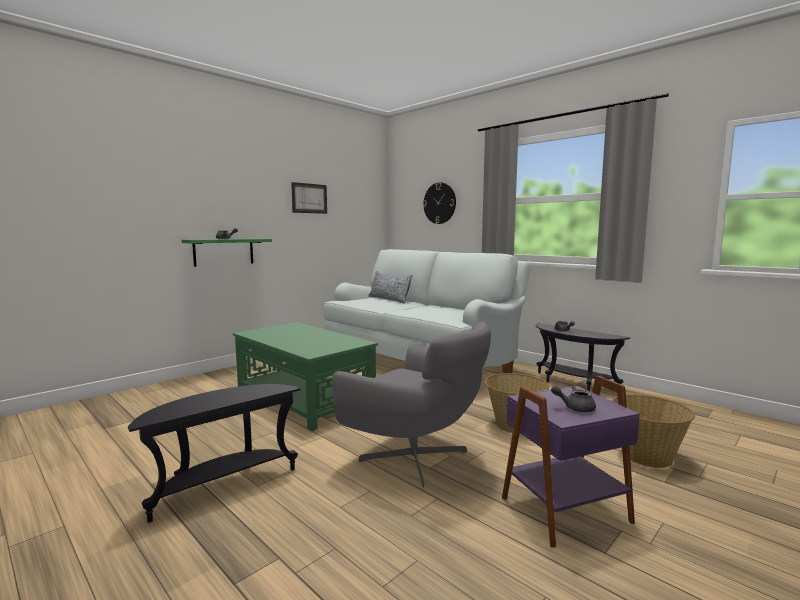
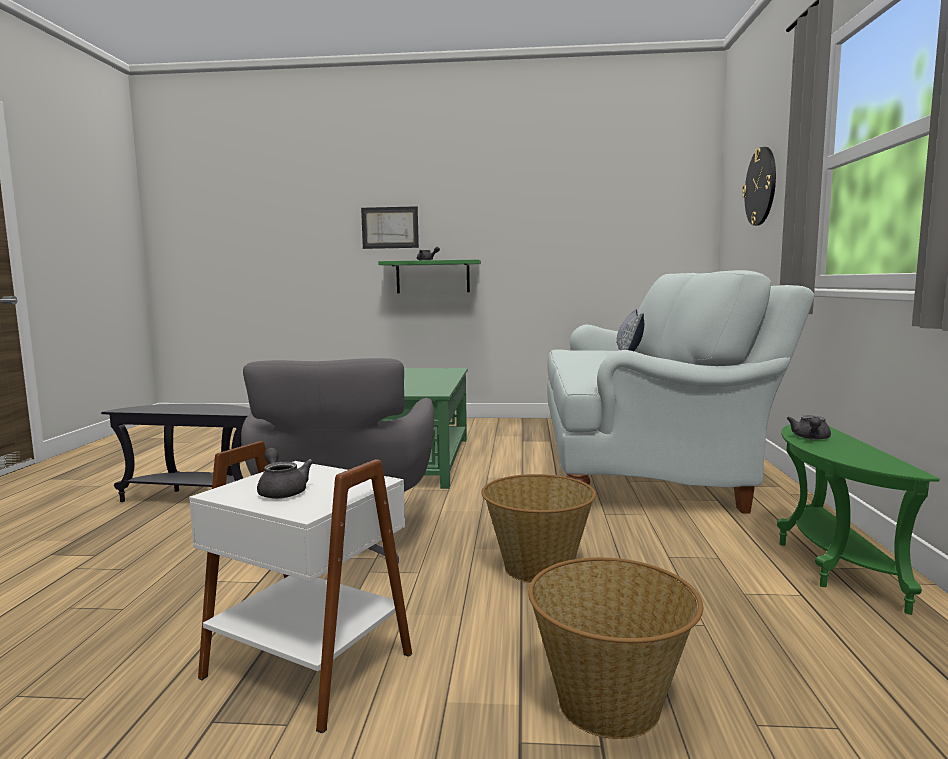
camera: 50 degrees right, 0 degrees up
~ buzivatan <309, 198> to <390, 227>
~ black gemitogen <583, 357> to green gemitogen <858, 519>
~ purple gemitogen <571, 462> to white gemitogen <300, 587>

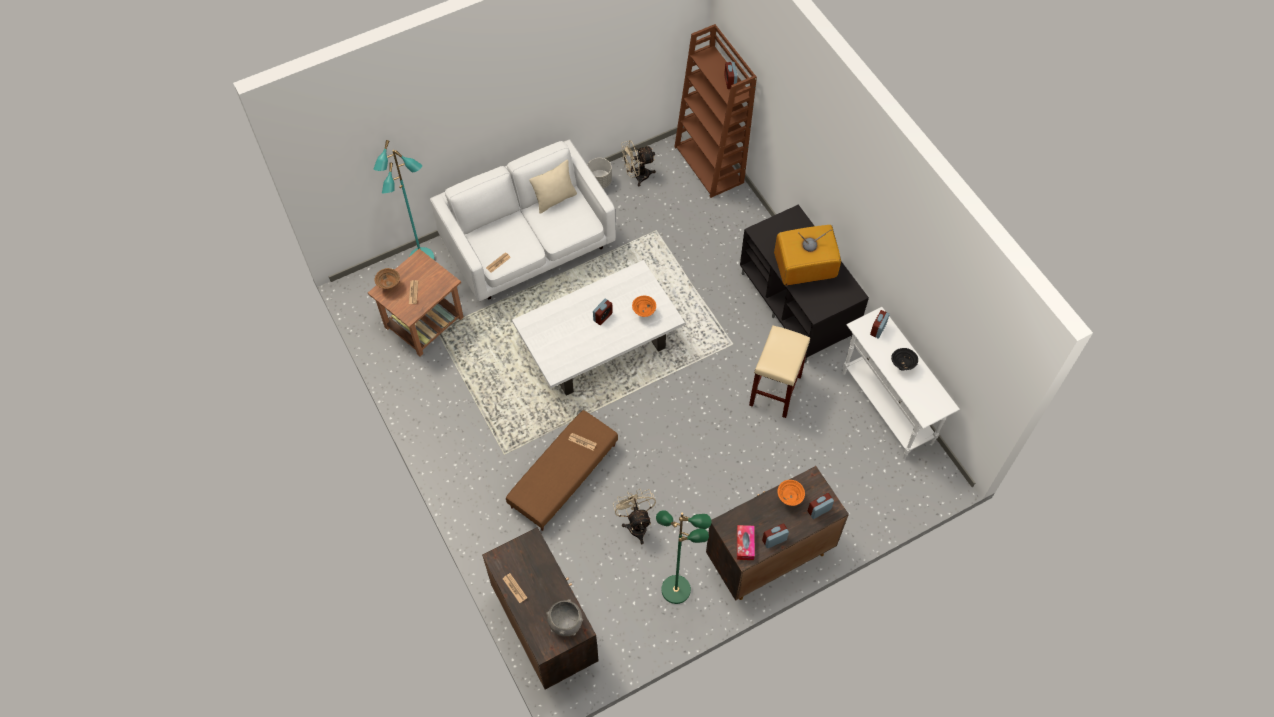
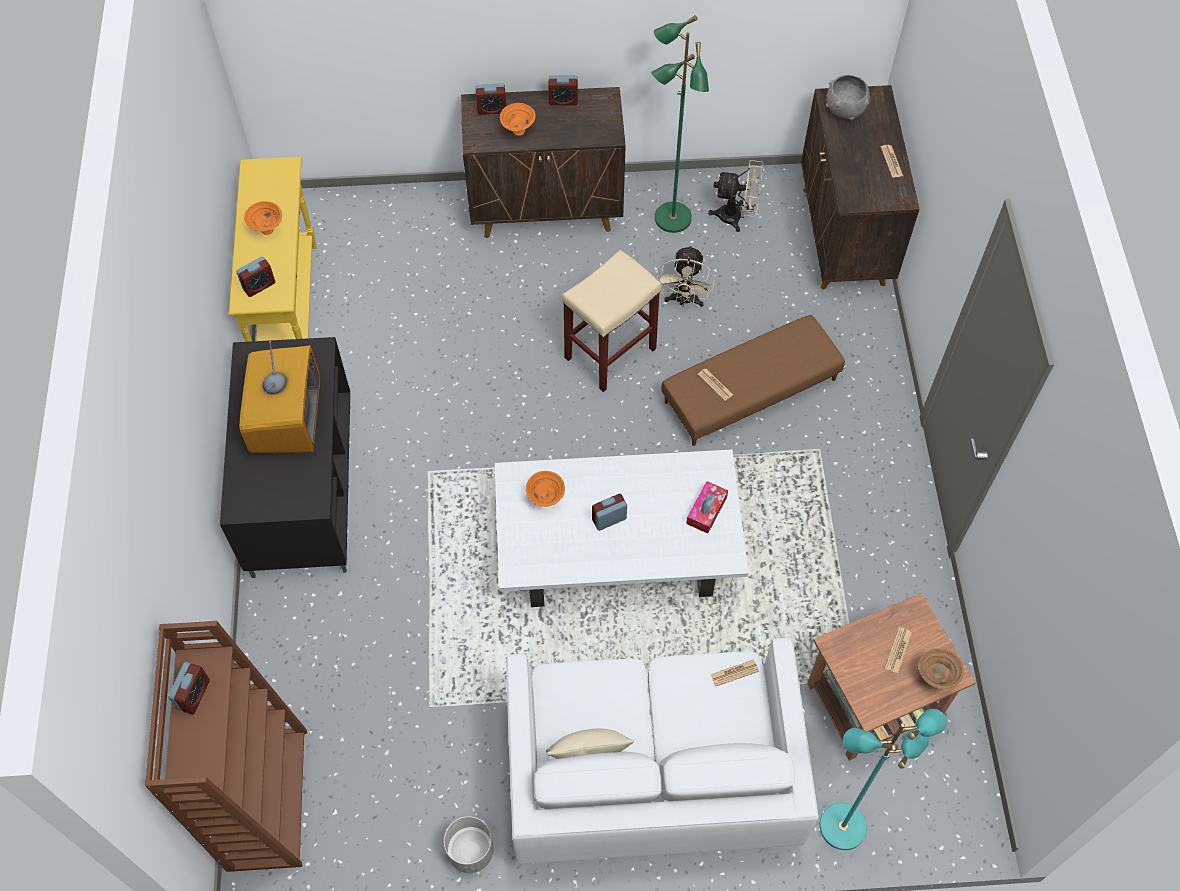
camera: 155 degrees left, 0 degrees up
~ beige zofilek <638, 163> to <735, 196>
~ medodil <807, 255> = <279, 397> 105 degrees counterclockwise
~ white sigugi <901, 383> to yellow sigugi <273, 249>
~ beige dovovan <779, 371> to <612, 321>
~ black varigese <904, 359> to orange varigese <263, 218>
~ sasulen <746, 542> to <707, 507>

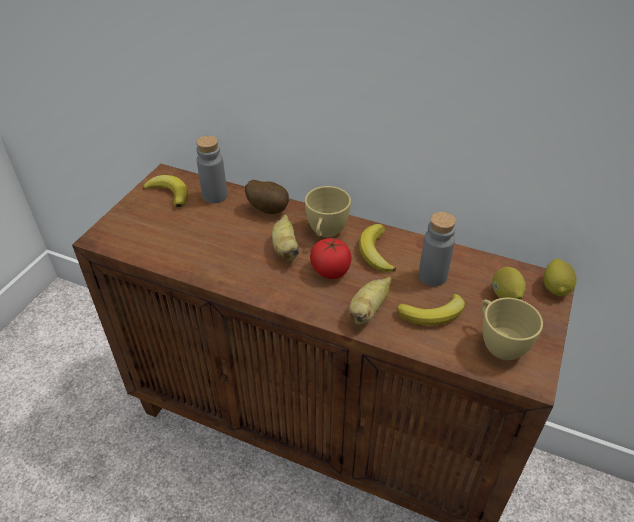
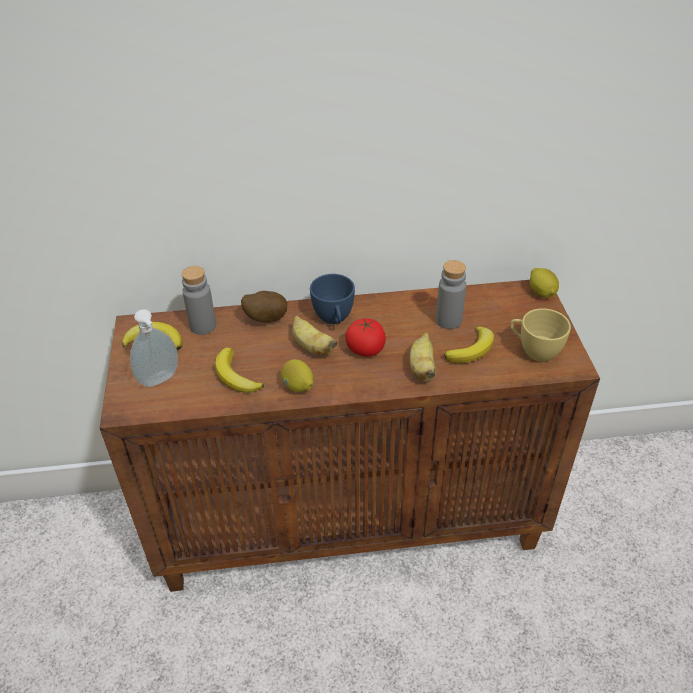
camera: 30 degrees left, 0 degrees up
~ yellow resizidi <328, 211> to blue resizidi <332, 299>
~ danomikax <377, 248> to <239, 370>
~ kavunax <509, 283> to <297, 375>
+ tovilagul <154, 348>

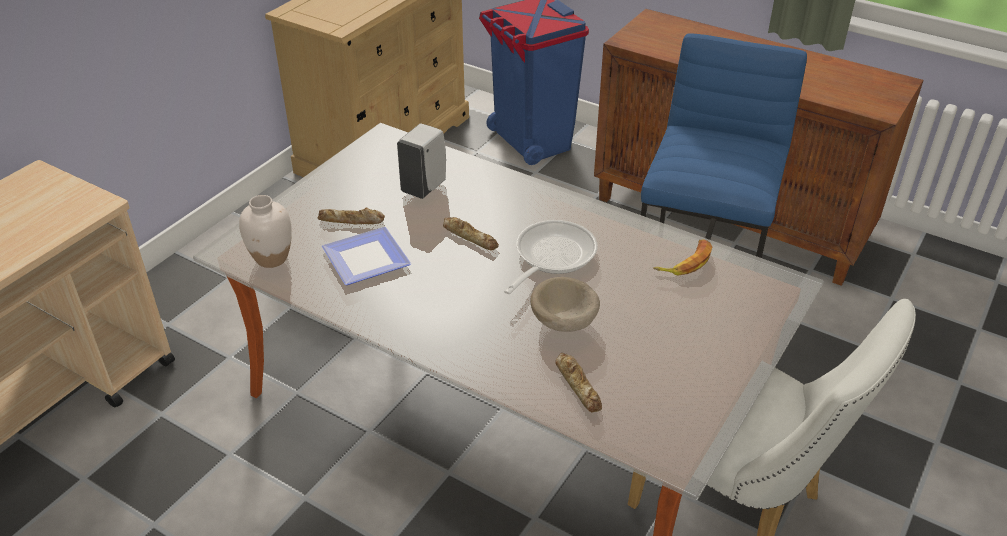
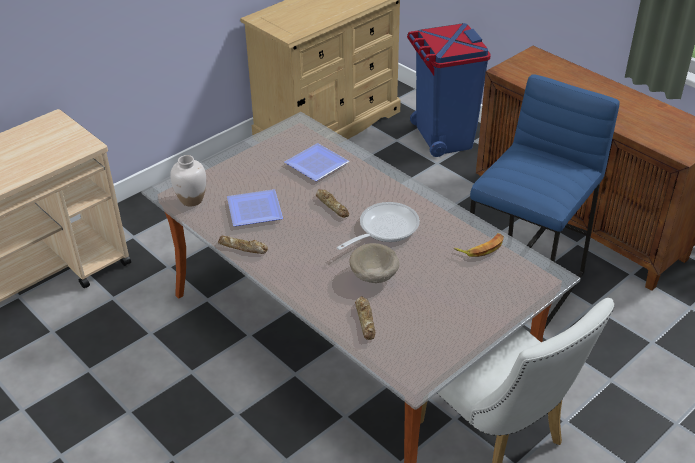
camera: 15 degrees right, 0 degrees up
~ white tovilagul <421, 161> to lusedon <317, 162>
~ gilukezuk <351, 215> to <243, 245>

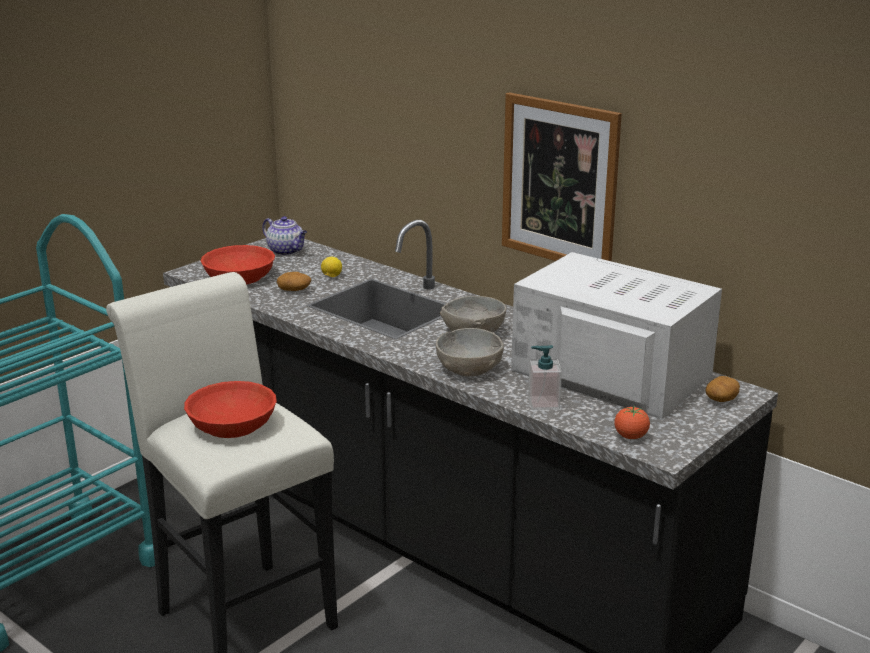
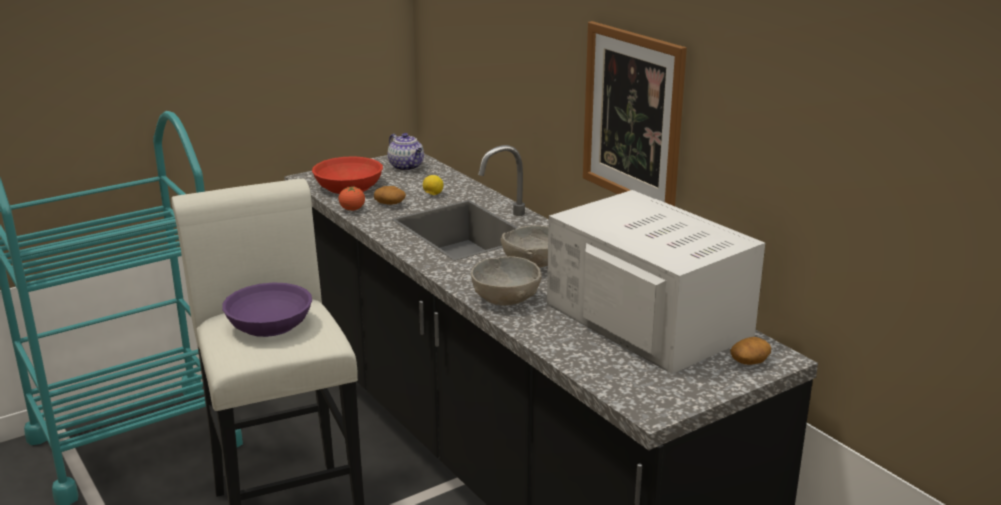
camera: 15 degrees right, 0 degrees up
- tovilagul <545, 377>
~ red varigese <230, 409> to purple varigese <267, 310>
~ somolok <632, 422> to <352, 198>

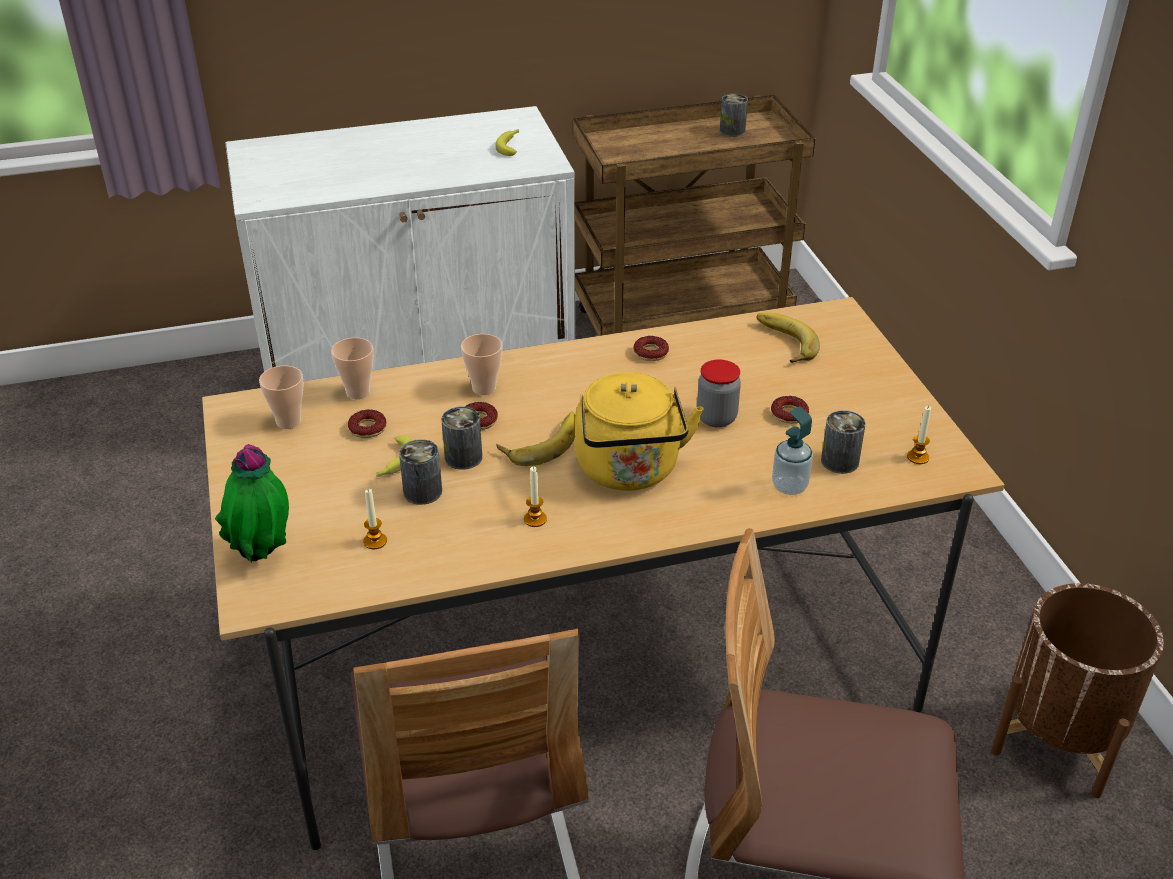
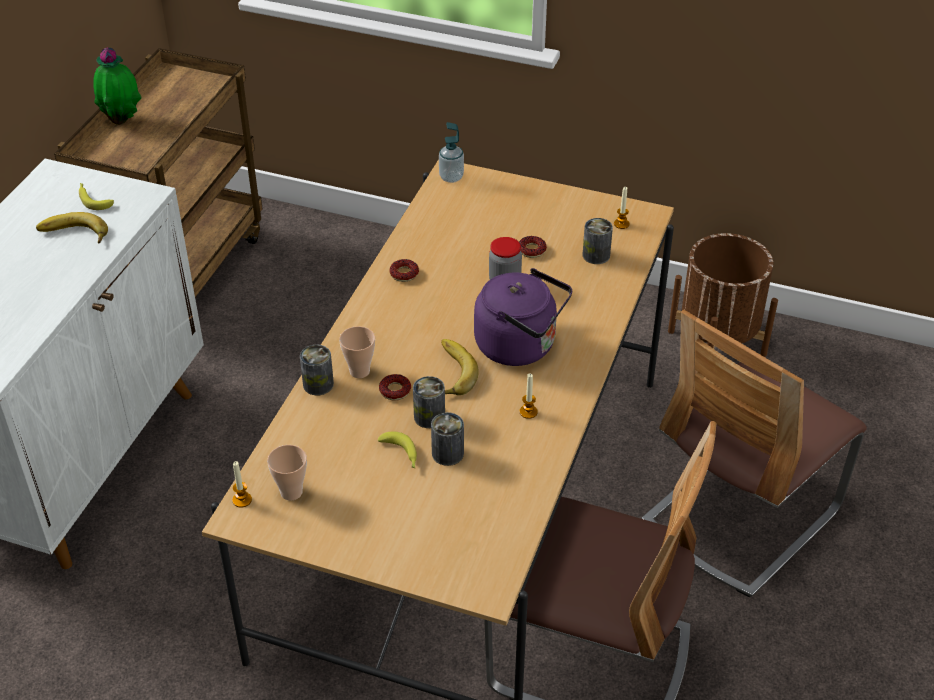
camera: 55 degrees left, 5 degrees up
~ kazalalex <734, 115> to <317, 370>
~ danomikax <788, 338> to <72, 227>
- resizidi <352, 368>
~ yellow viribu <639, 431> to purple viribu <523, 317>
~ tovilagul <792, 450> to <451, 152>
- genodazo <367, 424>
~ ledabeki <252, 503> to <117, 86>
~ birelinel <375, 519> to <242, 484>

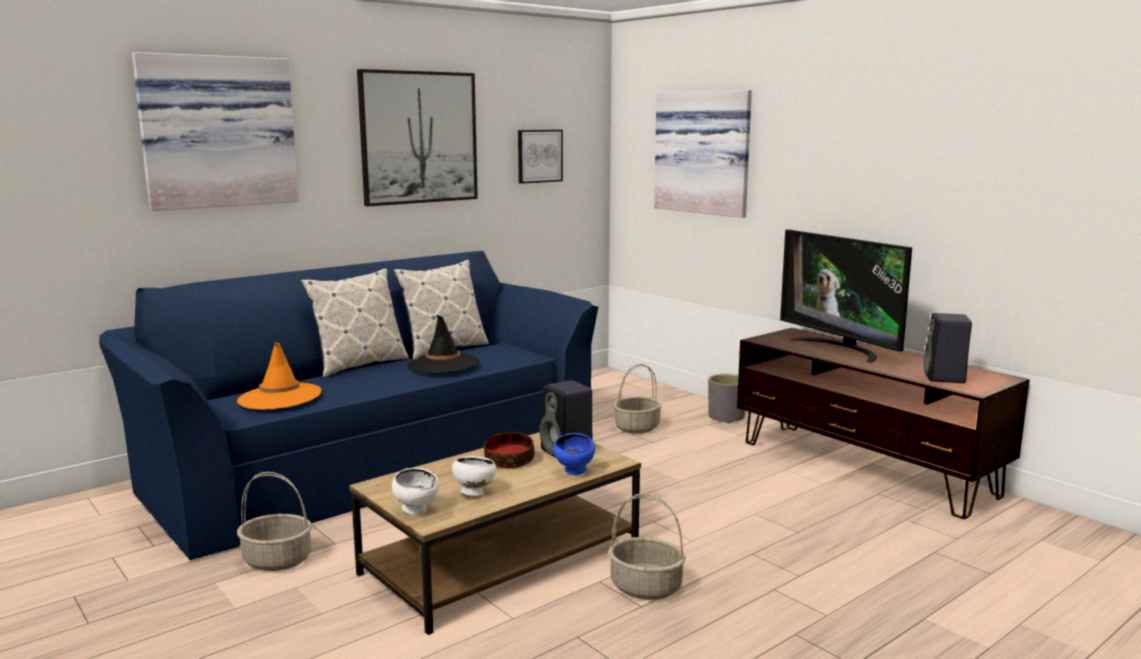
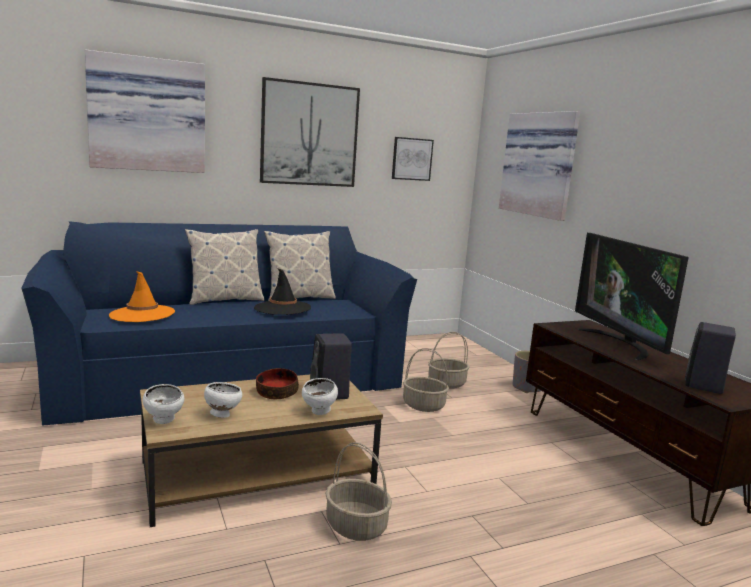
camera: 15 degrees right, 0 degrees up
~ blue varigese <574, 454> to white varigese <320, 396>
~ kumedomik <274, 521> to <426, 380>

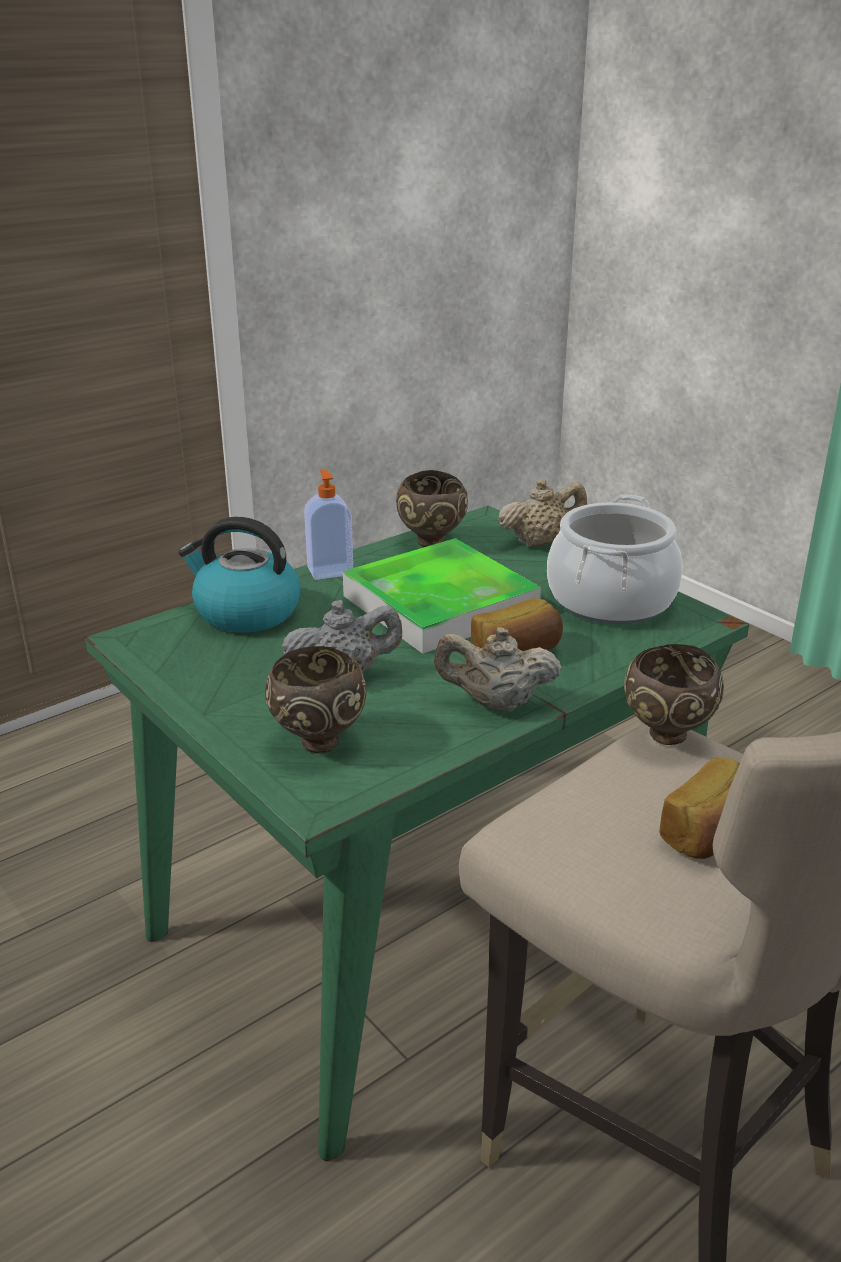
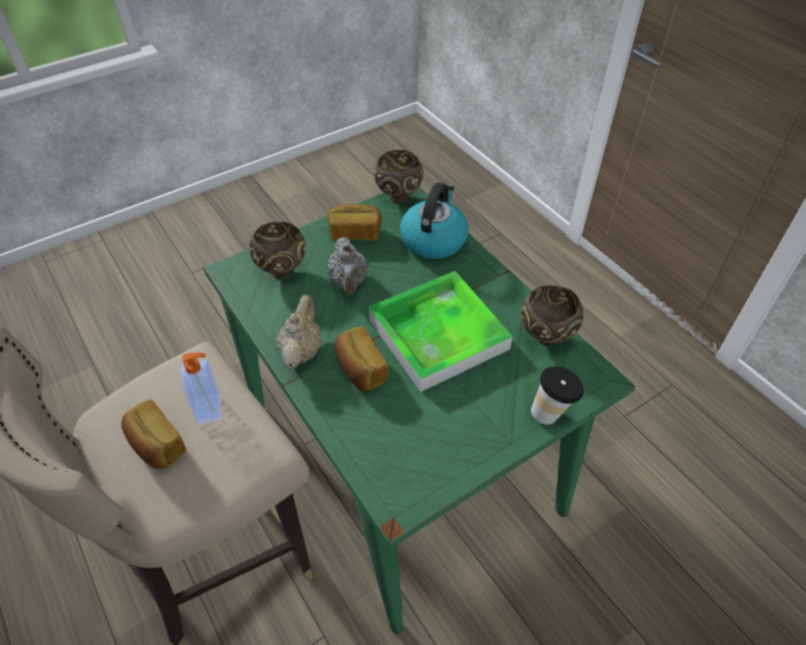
camera: 95 degrees right, 20 degrees up
~ tovilagul <328, 525> to <201, 388>
~ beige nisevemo <542, 512> to resizidi <557, 395>
- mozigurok <615, 559>
~ brown varigese <674, 694> to <398, 177>
+ gilukezuk <355, 222>

